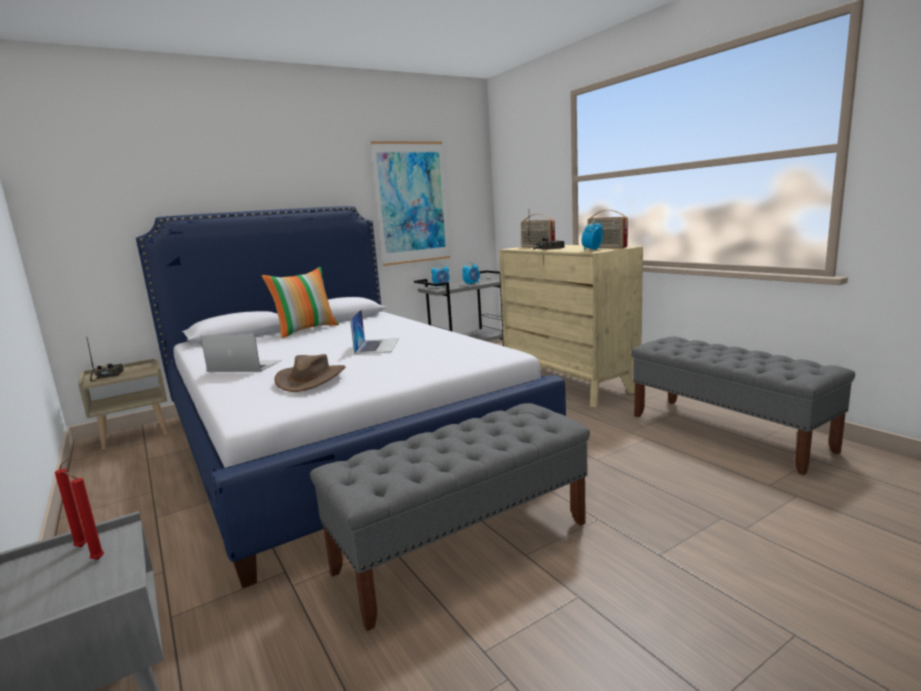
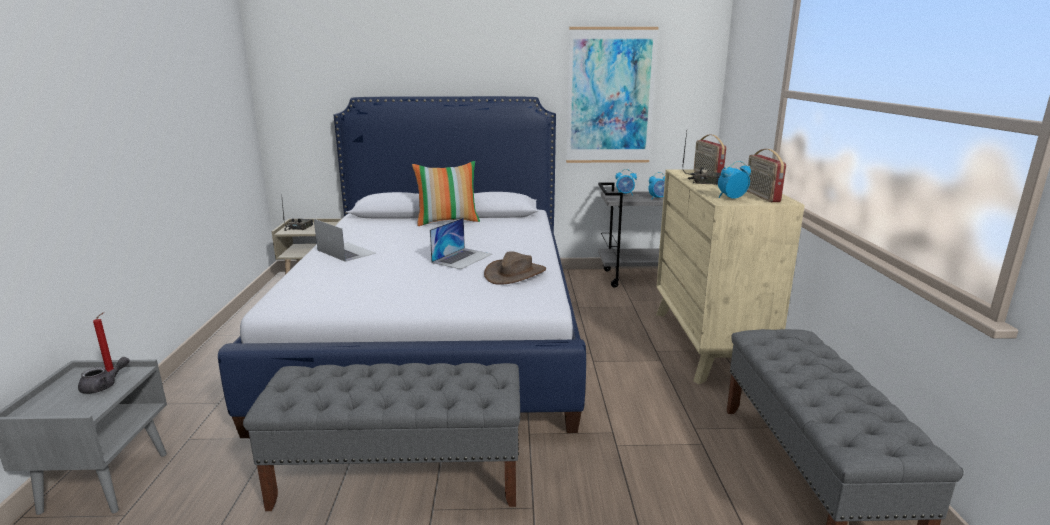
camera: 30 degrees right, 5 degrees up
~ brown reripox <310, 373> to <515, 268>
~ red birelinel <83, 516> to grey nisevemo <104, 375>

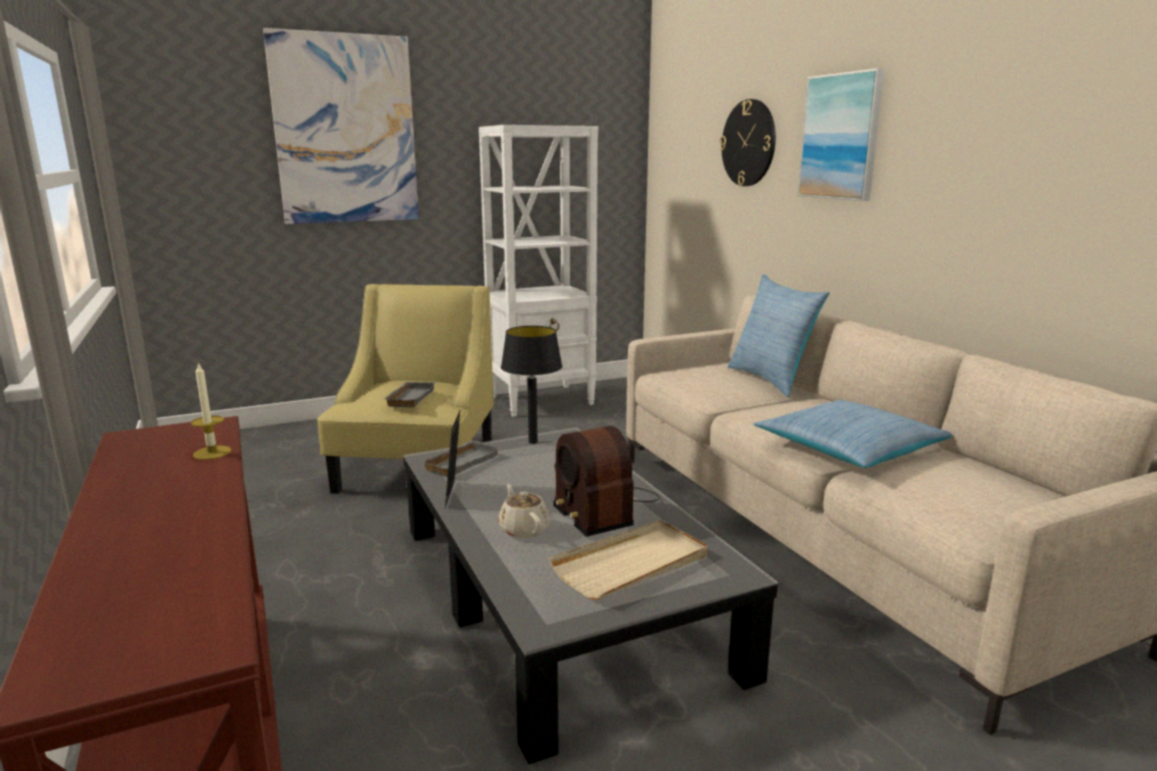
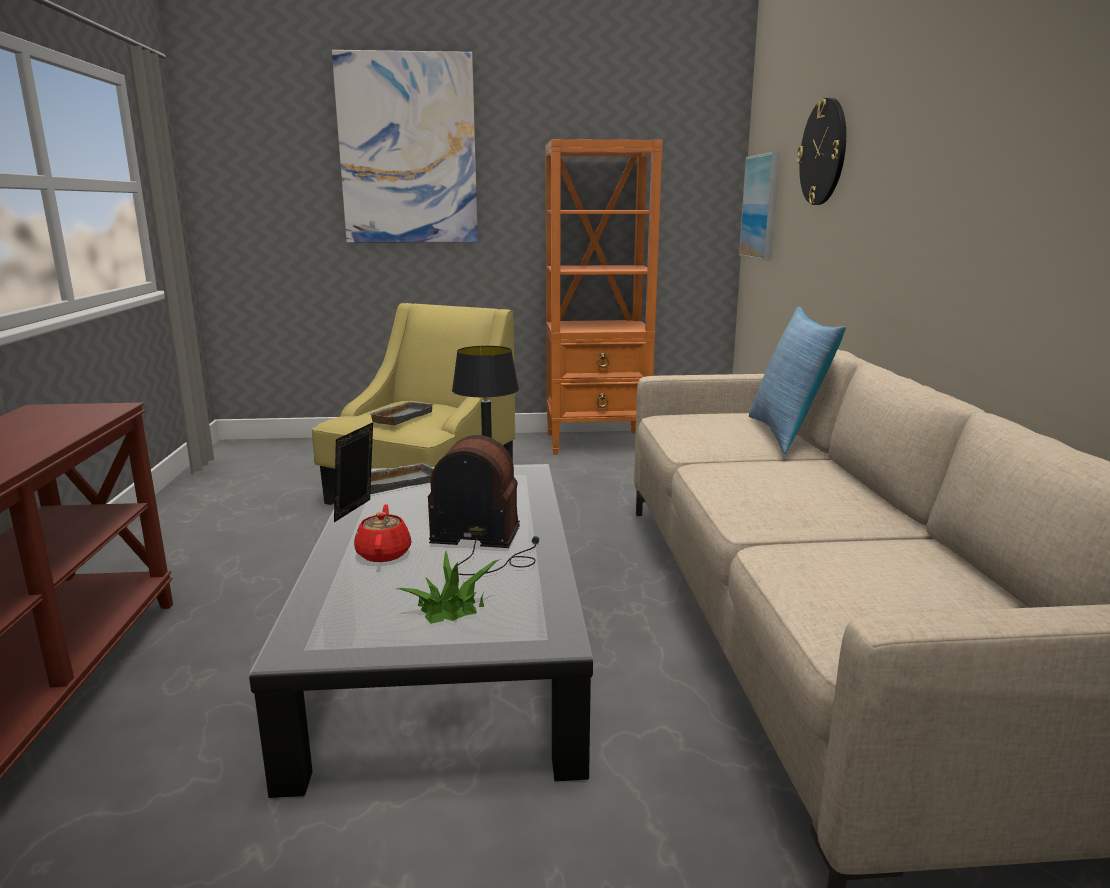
camera: 20 degrees right, 0 degrees up
~ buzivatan <841, 134> to <759, 206>
~ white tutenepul <538, 271> to orange tutenepul <604, 297>
- birelinel <211, 411>
- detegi <852, 433>
~ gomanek <606, 481> = <483, 505> 105 degrees clockwise
~ beige nisevemo <524, 511> to red nisevemo <383, 533>
~ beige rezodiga <628, 560> to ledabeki <448, 587>

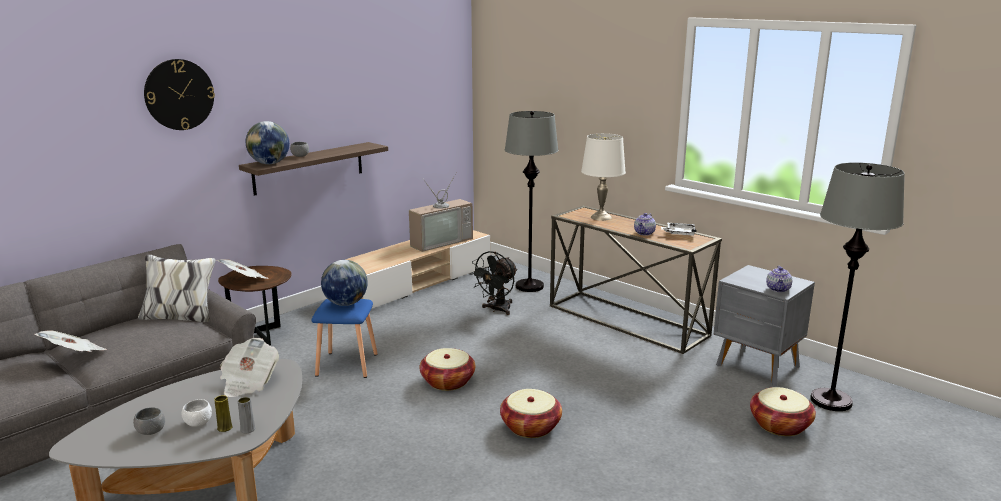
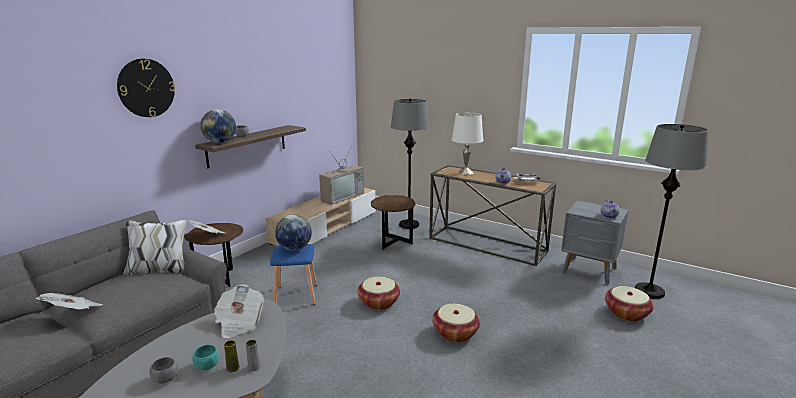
camera: 10 degrees left, 0 degrees up
~ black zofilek <493, 283> to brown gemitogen <393, 222>
~ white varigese <197, 413> to turquoise varigese <205, 357>

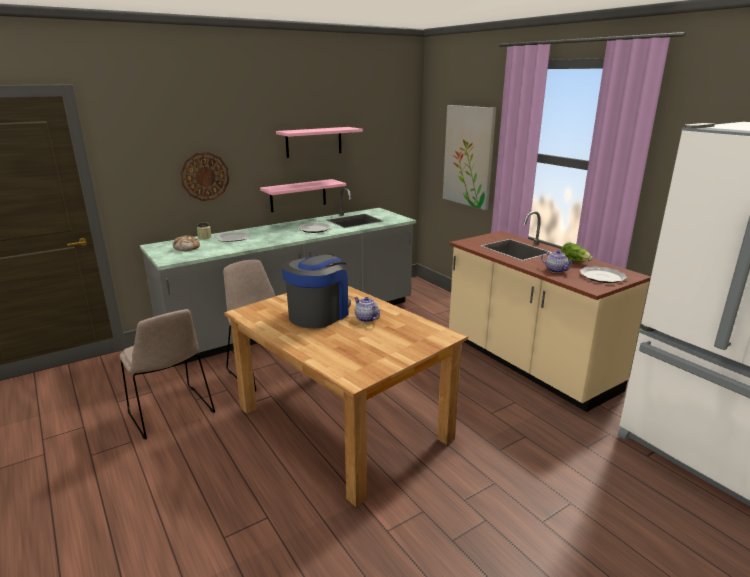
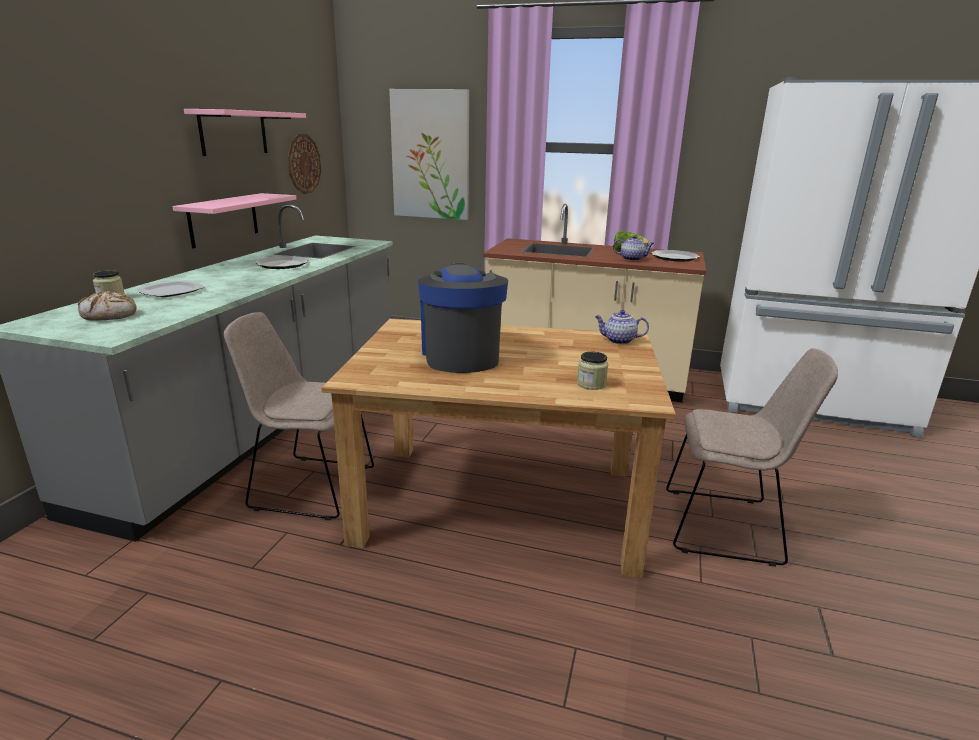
camera: 40 degrees left, 0 degrees up
~ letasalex <204, 176> to <304, 164>
~ nisevemo <367, 309> to <622, 327>
~ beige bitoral <167, 374> to <752, 457>
+ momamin <592, 370>

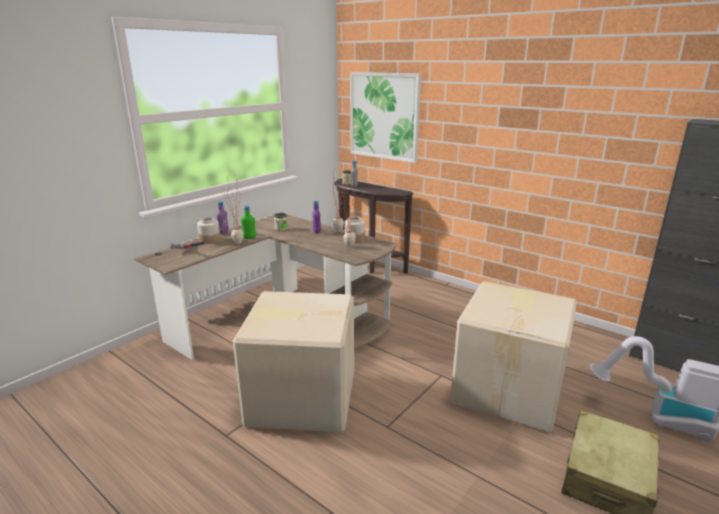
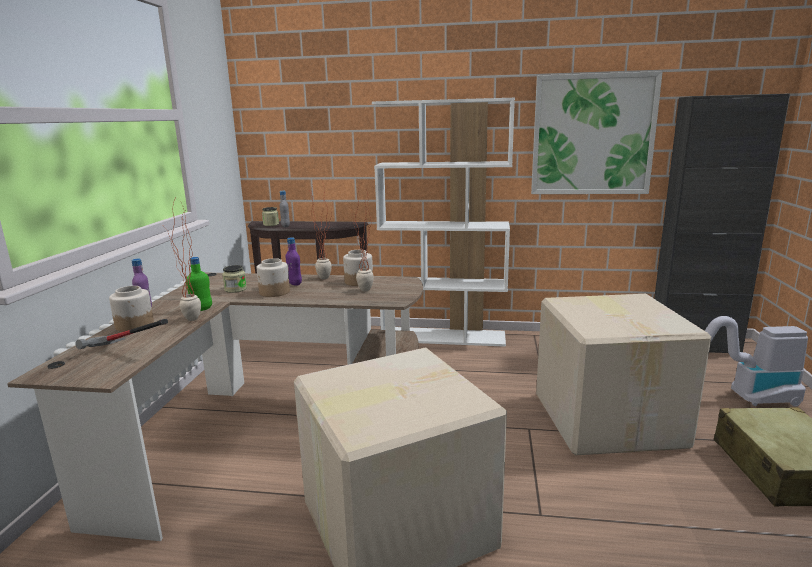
camera: 30 degrees left, 5 degrees down
~ buzivatan <385, 117> to <597, 132>
+ white tutenepul <443, 222>
+ momamin <273, 277>

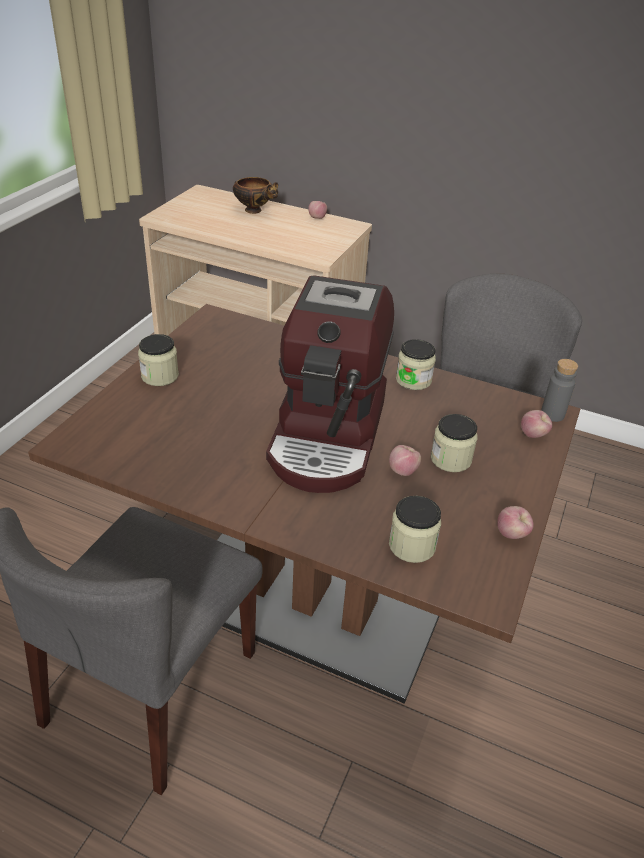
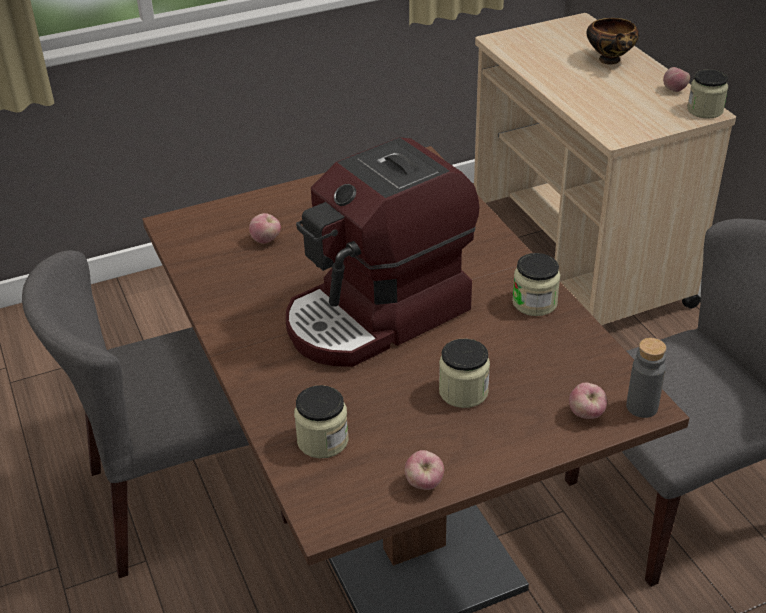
camera: 45 degrees right, 0 degrees up
~ momamin <158, 360> to <707, 94>
~ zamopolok <405, 460> to <265, 228>

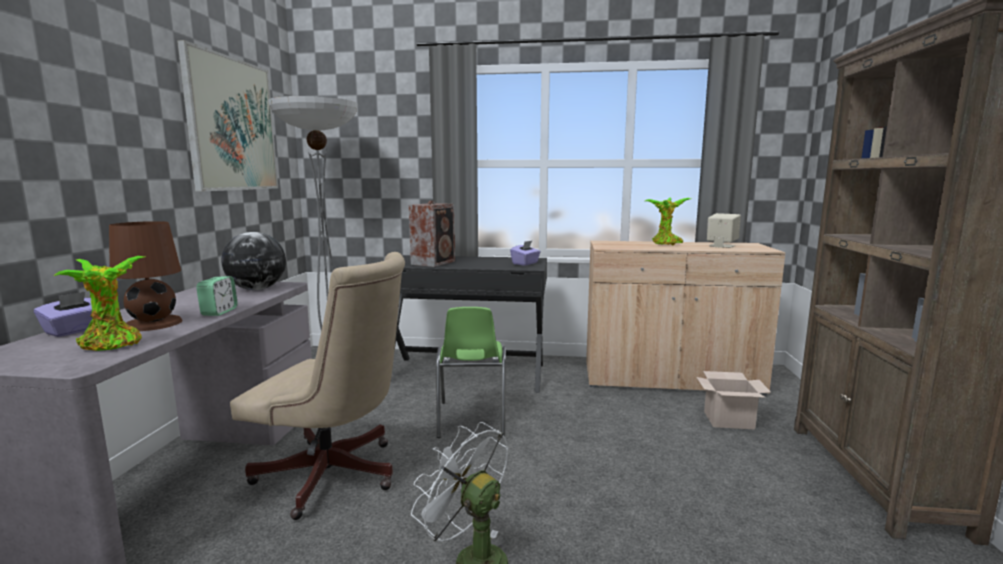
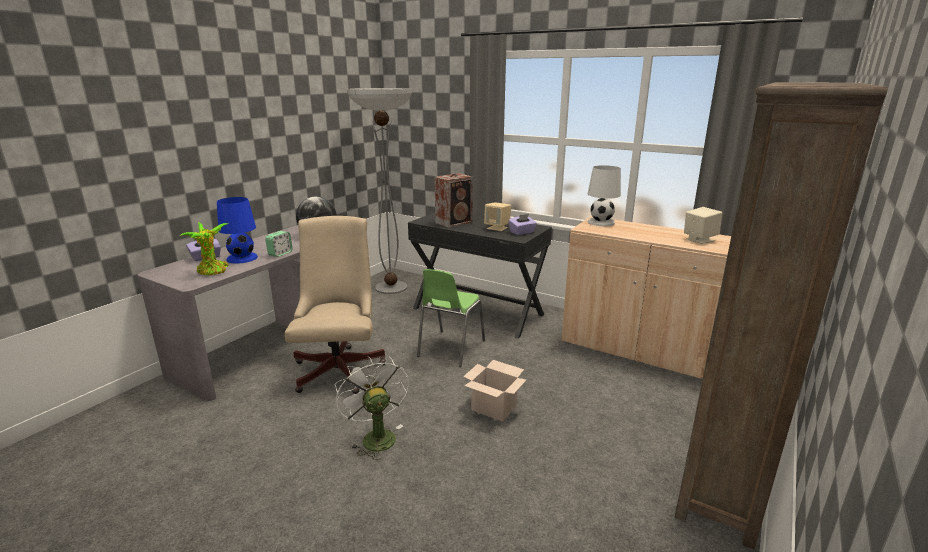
camera: 25 degrees right, 10 degrees up
- buzivatan <227, 116>
- ledabeki <668, 221>
~ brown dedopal <145, 276> to blue dedopal <237, 230>
~ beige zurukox <317, 386> = <335, 305> 135 degrees counterclockwise
~ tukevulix <733, 400> to <494, 391>
+ white dedopal <604, 195>
+ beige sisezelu <497, 216>

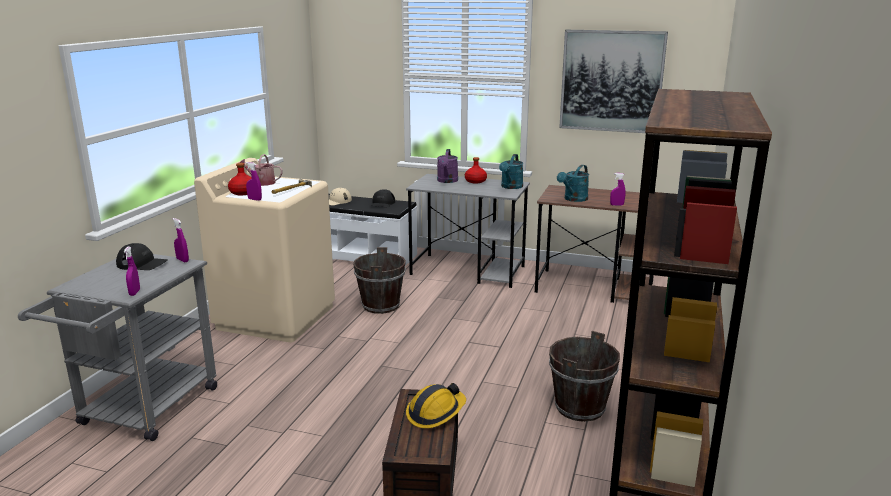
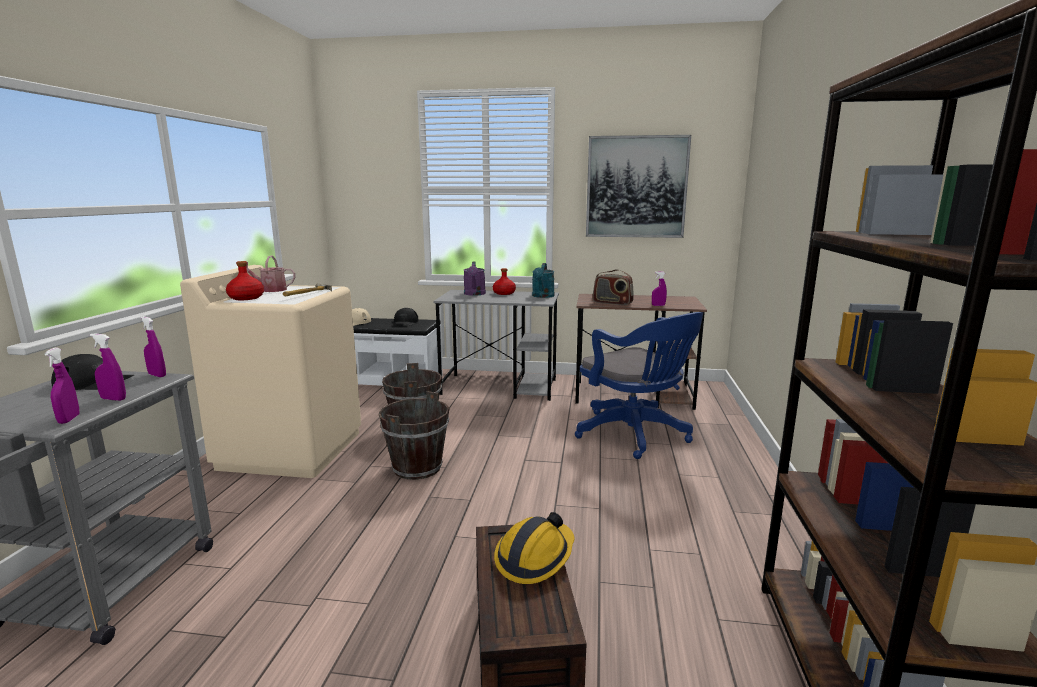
camera: 10 degrees left, 5 degrees down
~ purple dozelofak <254, 181> to <108, 367>
~ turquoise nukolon <573, 183> to gomanek <613, 287>
~ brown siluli <584, 376> to <414, 435>
+ blue zurukox <639, 385>

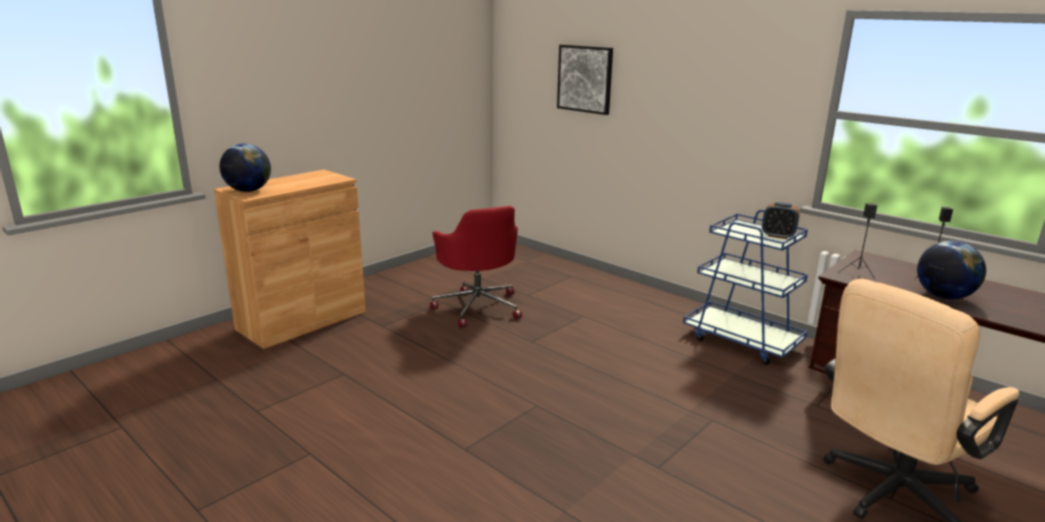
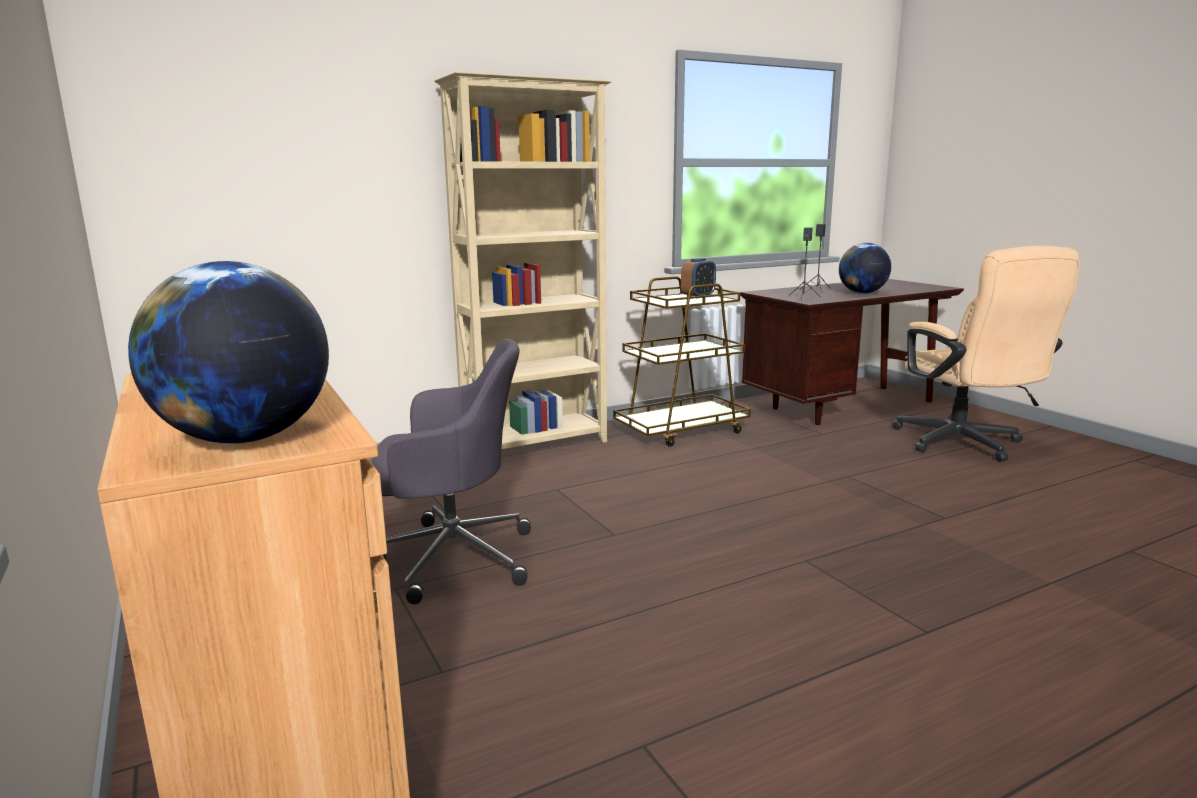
camera: 70 degrees left, 5 degrees down
- buzivatan <585, 80>
~ red zurukox <476, 267> to grey zurukox <451, 471>
~ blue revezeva <745, 287> to brown revezeva <682, 361>
+ beige tutenepul <523, 260>

